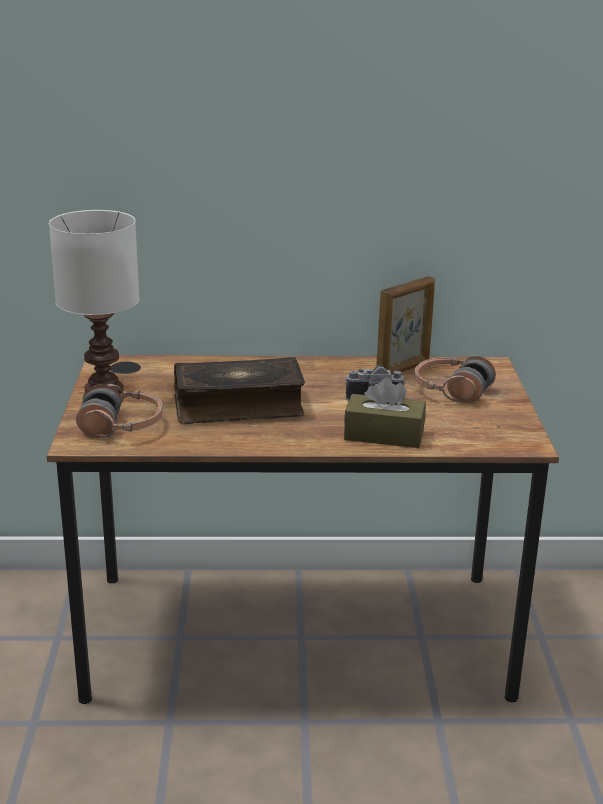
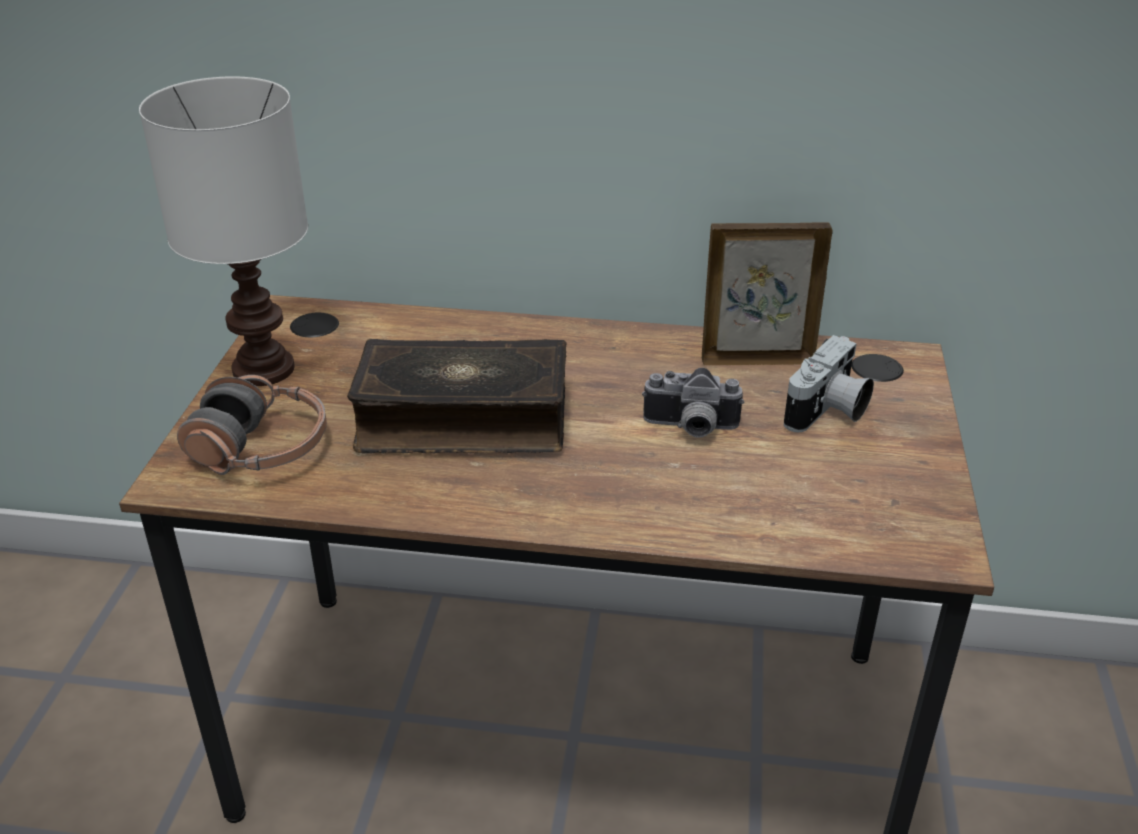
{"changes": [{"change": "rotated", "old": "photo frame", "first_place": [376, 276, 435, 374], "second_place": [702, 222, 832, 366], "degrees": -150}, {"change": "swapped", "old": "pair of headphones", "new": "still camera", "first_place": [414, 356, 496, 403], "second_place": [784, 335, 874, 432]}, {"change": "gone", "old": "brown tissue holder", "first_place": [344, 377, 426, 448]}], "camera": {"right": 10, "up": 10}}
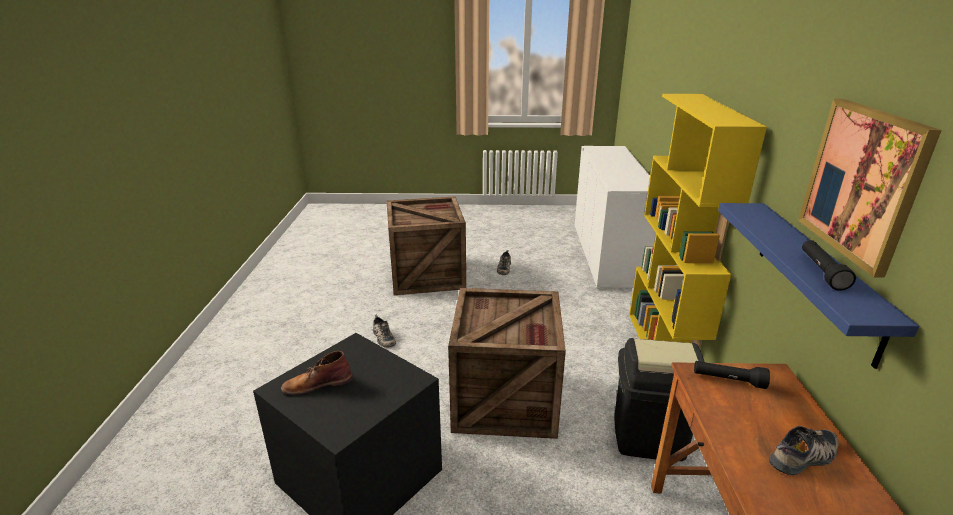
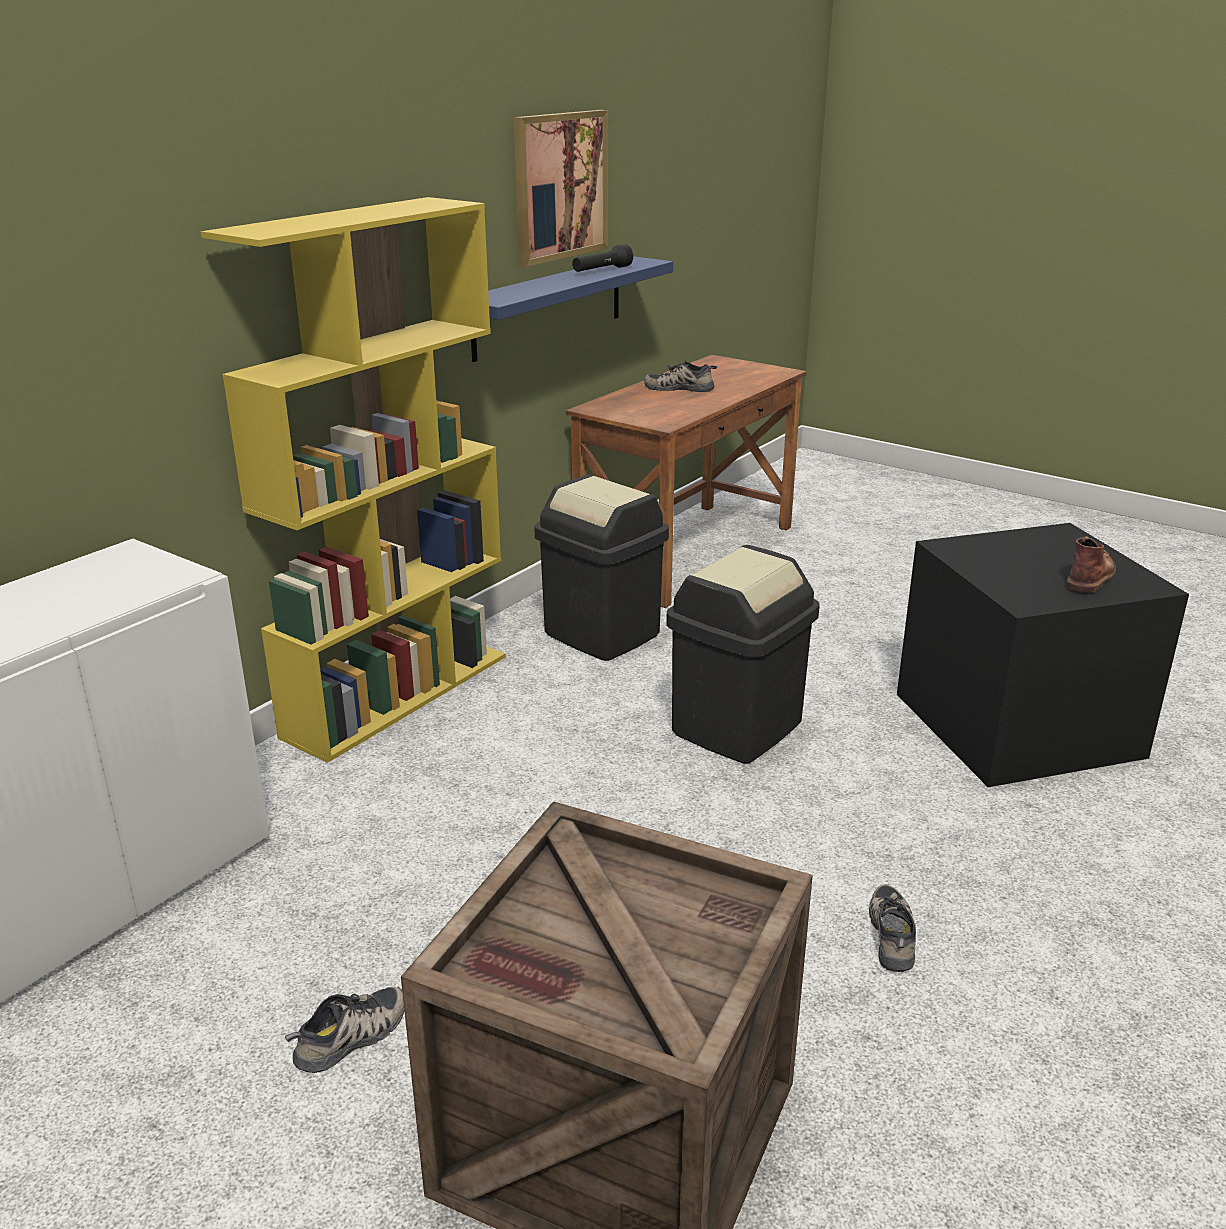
{"changes": [{"change": "swapped", "old": "shipping crate", "new": "black-coloured waste bin", "first_place": [448, 288, 566, 439], "second_place": [666, 545, 820, 764]}, {"change": "rotated", "old": "brown boot", "first_place": [281, 351, 353, 395], "second_place": [1066, 536, 1116, 593], "degrees": -75}, {"change": "gone", "old": "black-coloured torch", "first_place": [694, 361, 770, 389]}], "camera": {"right": -145, "up": 0}}
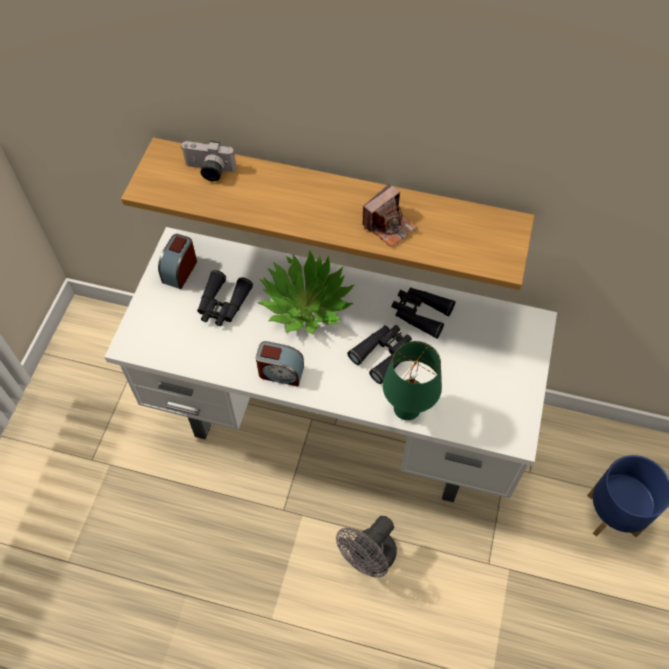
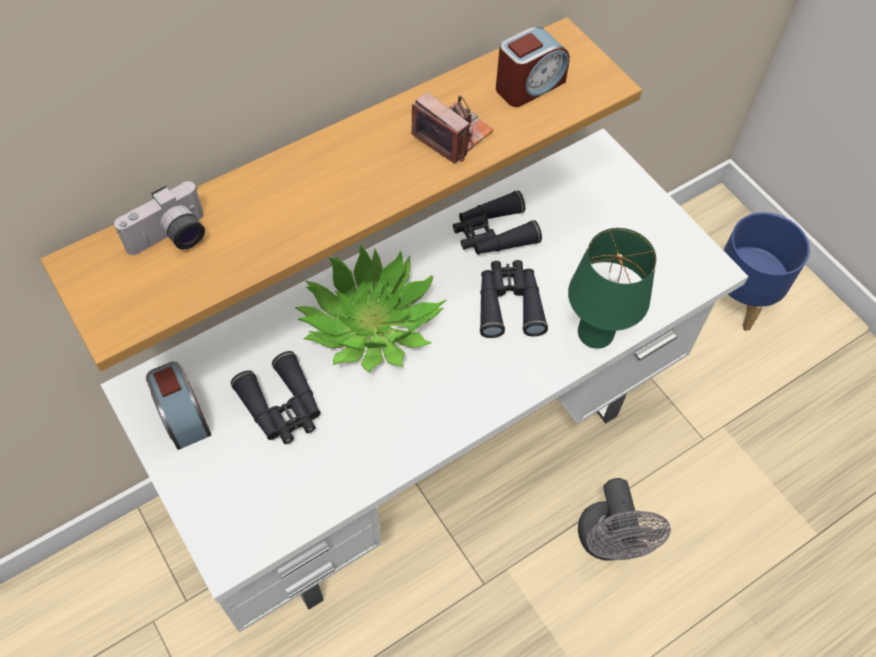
{"changes": [{"change": "rotated", "old": "still camera", "first_place": [362, 184, 417, 248], "second_place": [411, 92, 494, 163], "degrees": -45}, {"change": "shifted", "old": "alarm clock", "first_place": [256, 341, 304, 386], "second_place": [496, 27, 570, 107]}], "camera": {"right": -50, "up": 0}}
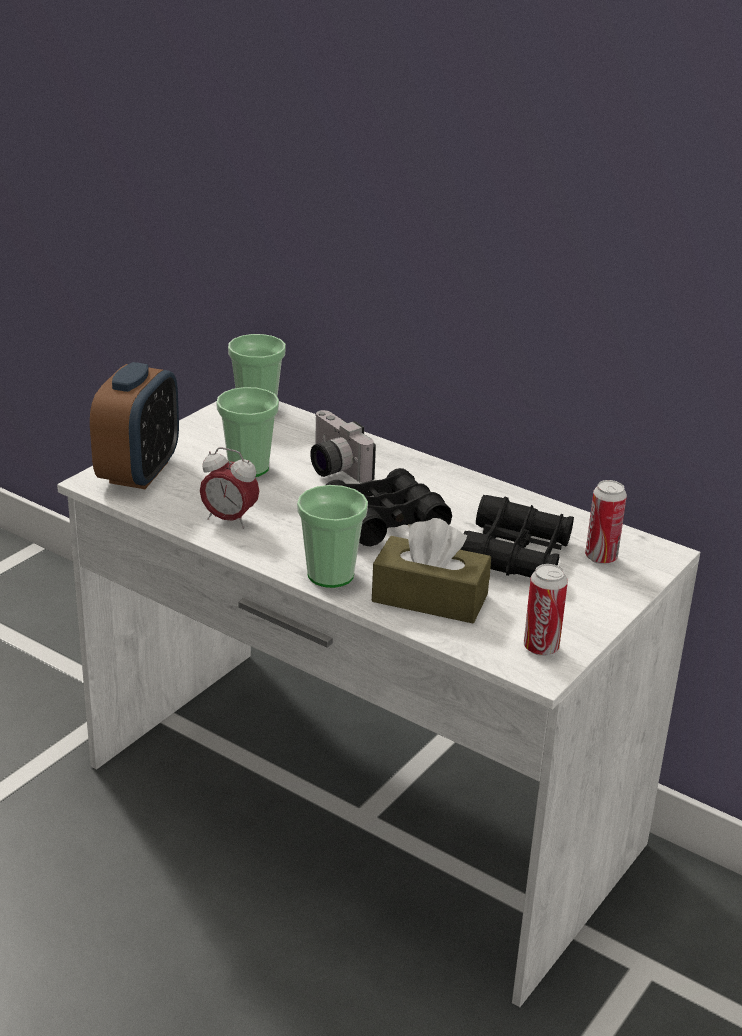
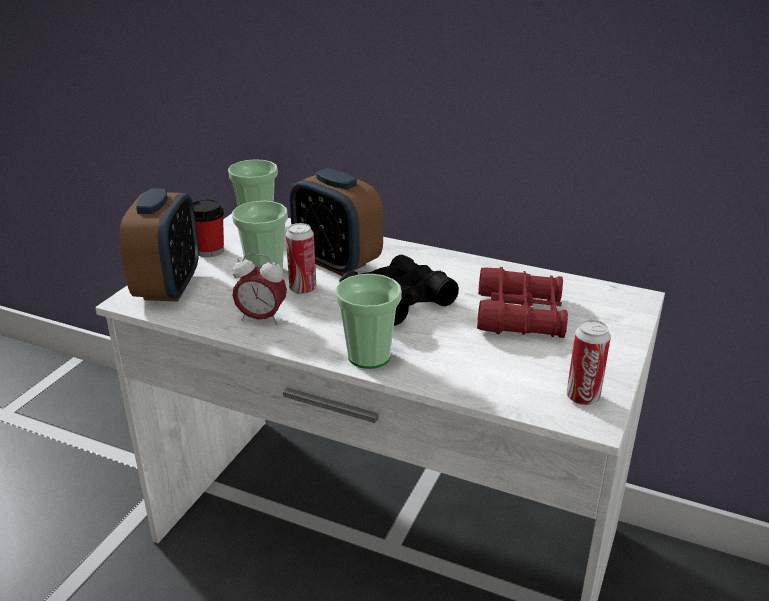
{"changes": [{"change": "new", "new": "drinking cup", "second_place": [193, 199, 224, 257]}, {"change": "shifted", "old": "sealed can", "first_place": [585, 480, 627, 564], "second_place": [286, 223, 316, 294]}, {"change": "swapped", "old": "still camera", "new": "alarm clock", "first_place": [310, 410, 376, 483], "second_place": [290, 168, 383, 276]}, {"change": "repainted", "old": "black-coloured pair of binoculars", "new": "red pair of binoculars", "first_place": [460, 495, 574, 578], "second_place": [477, 267, 568, 338]}, {"change": "gone", "old": "brown tissue holder", "first_place": [372, 518, 491, 623]}], "camera": {"right": -10, "up": 0}}
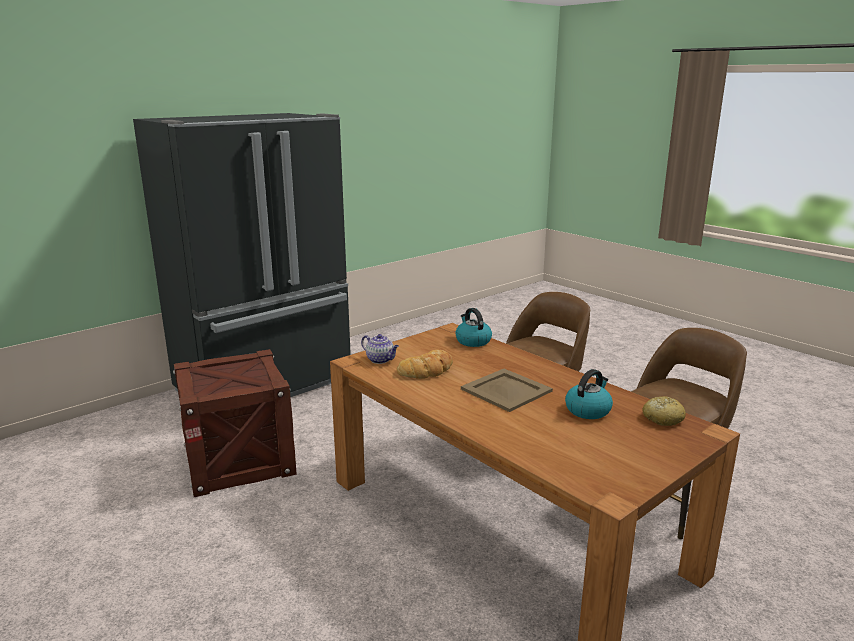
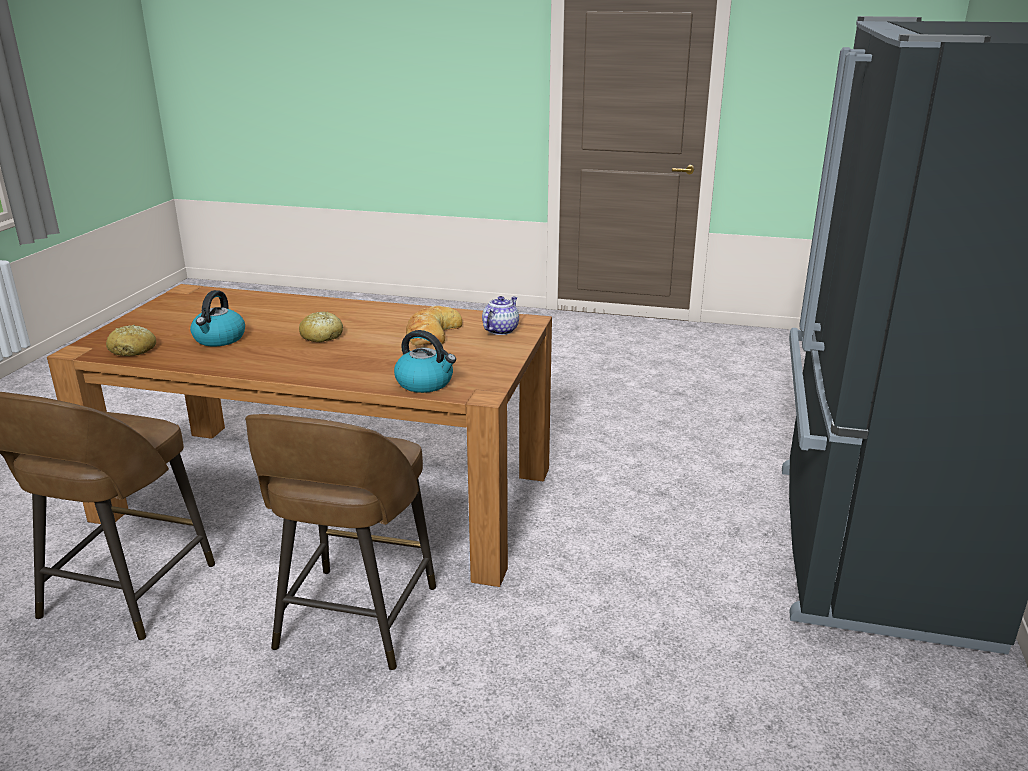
{"changes": [{"change": "swapped", "old": "beige serving tray", "new": "bakery bread", "first_place": [461, 369, 553, 412], "second_place": [299, 312, 343, 342]}, {"change": "rotated", "old": "tea pot", "first_place": [361, 334, 399, 364], "second_place": [482, 296, 519, 335], "degrees": 120}, {"change": "gone", "old": "shipping crate", "first_place": [173, 349, 297, 497]}], "camera": {"right": 145, "up": 5}}
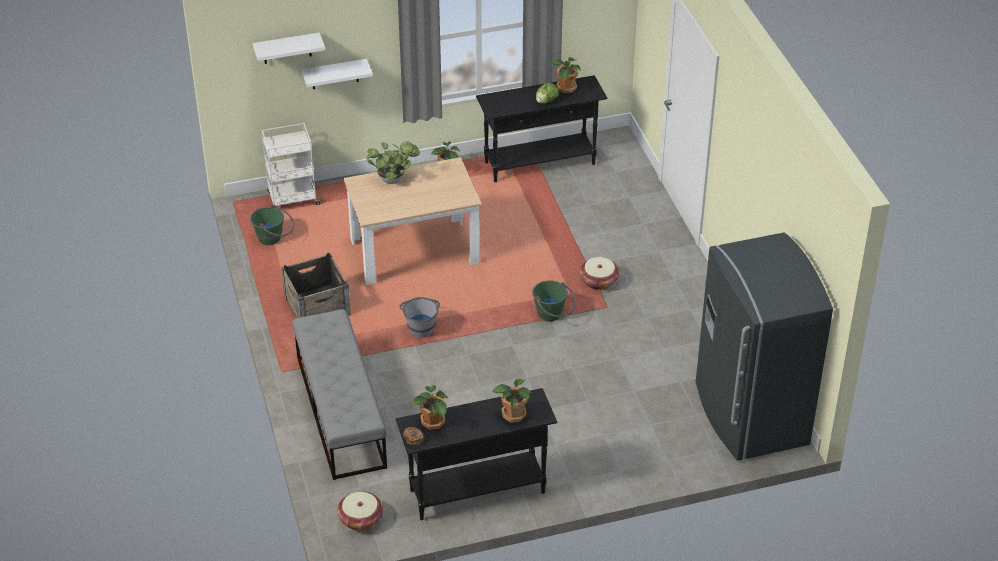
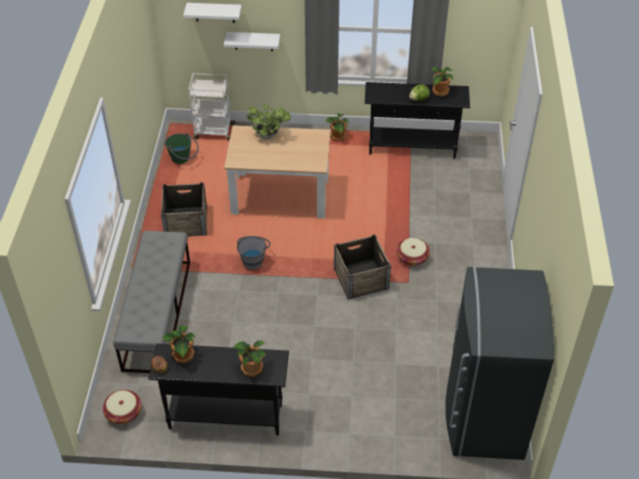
{"changes": [{"change": "swapped", "old": "green-coloured pail", "new": "shipping crate", "first_place": [532, 280, 576, 322], "second_place": [334, 234, 391, 300]}], "camera": {"right": 20, "up": 5}}
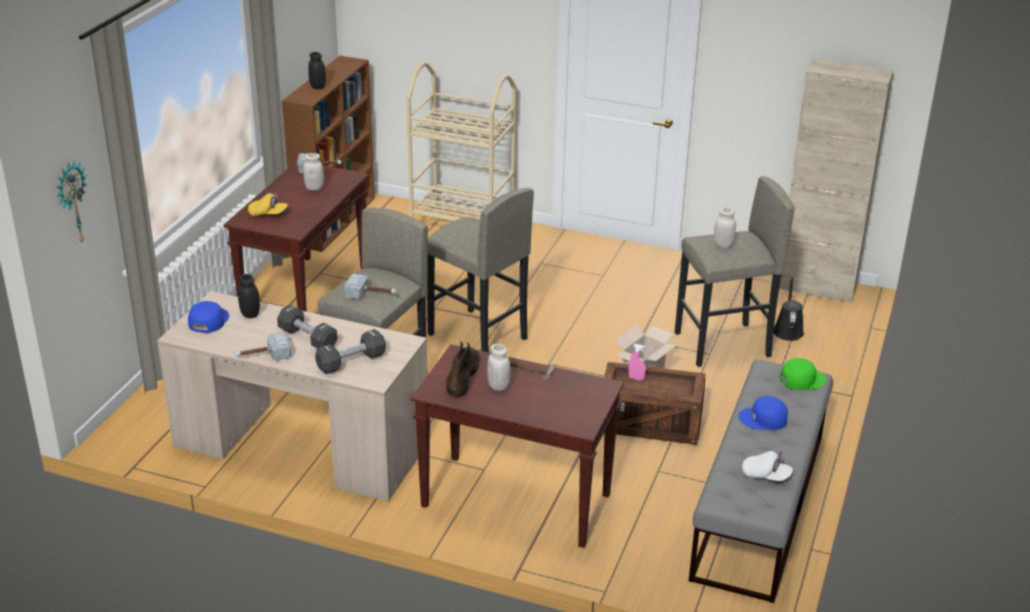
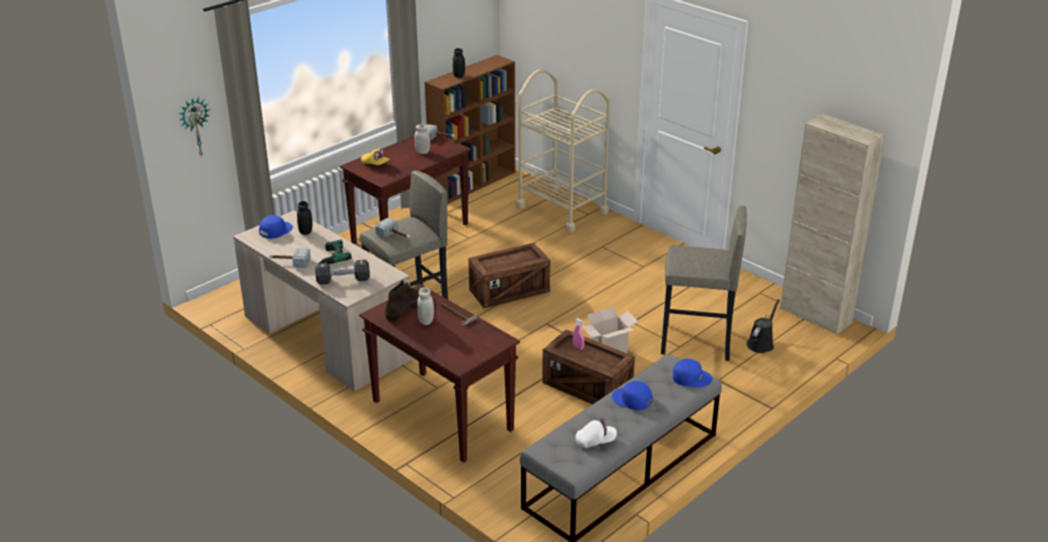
{"changes": [{"change": "swapped", "old": "black-coloured dumbbell", "new": "electric drill", "first_place": [277, 305, 338, 349], "second_place": [315, 240, 351, 264]}, {"change": "swapped", "old": "greyish sitting stool", "new": "shipping crate", "first_place": [427, 188, 534, 352], "second_place": [468, 243, 550, 308]}, {"change": "rotated", "old": "whitish peaked cap", "first_place": [742, 451, 793, 481], "second_place": [575, 418, 617, 448], "degrees": -60}, {"change": "repainted", "old": "green-coloured peaked cap", "new": "bluish peaked cap", "first_place": [780, 358, 826, 390], "second_place": [673, 359, 712, 388]}, {"change": "gone", "old": "whitish storage jar", "first_place": [714, 208, 736, 248]}], "camera": {"right": 25, "up": 0}}
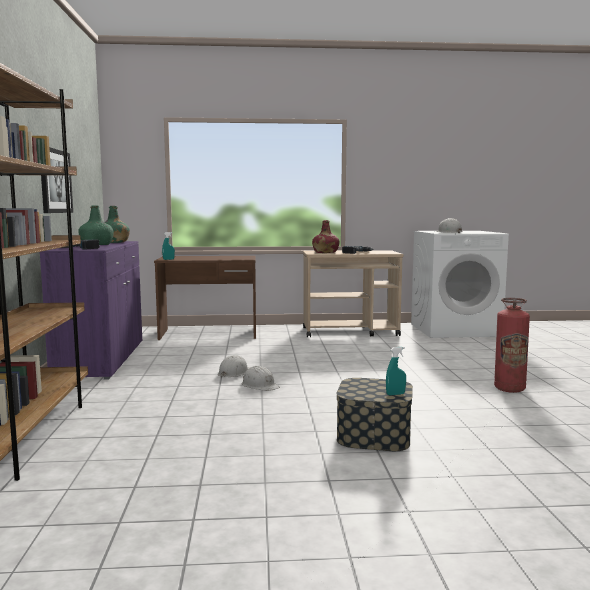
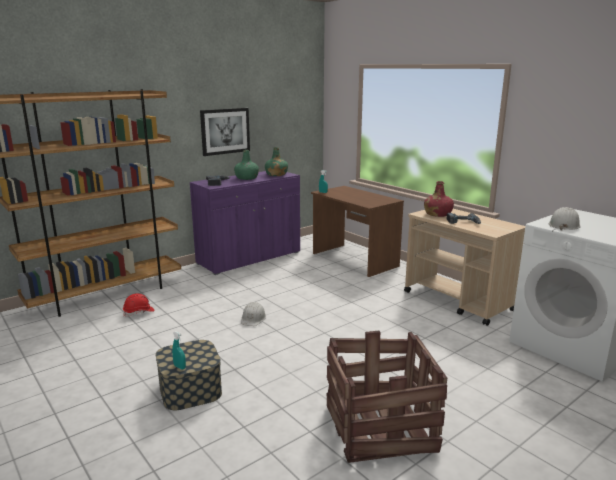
{"changes": [{"change": "new", "new": "red hard hat", "second_place": [123, 293, 155, 317]}, {"change": "swapped", "old": "fire-fighting cylinder", "new": "shipping crate", "first_place": [494, 298, 530, 393], "second_place": [327, 331, 447, 463]}, {"change": "gone", "old": "whitish hard hat", "first_place": [218, 355, 249, 378]}], "camera": {"right": 55, "up": 10}}
